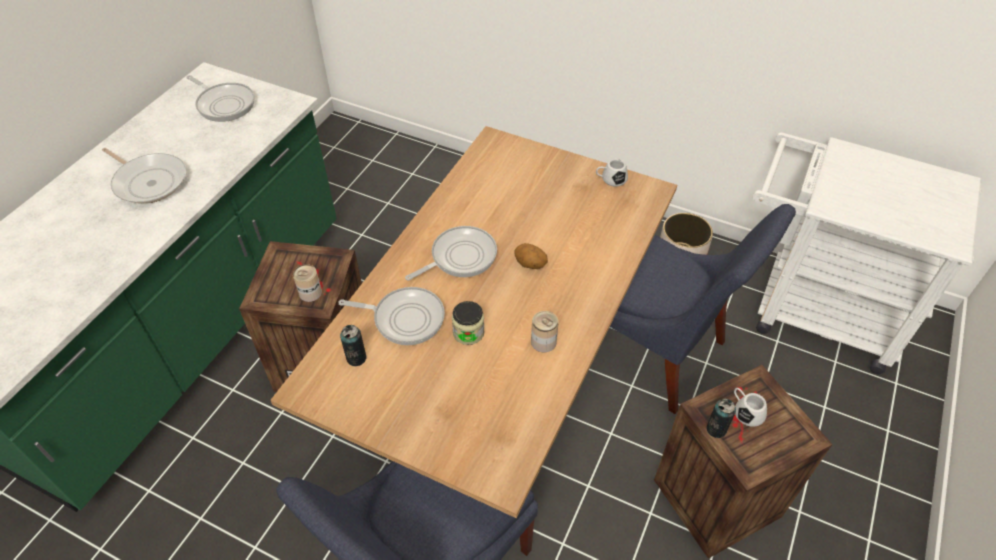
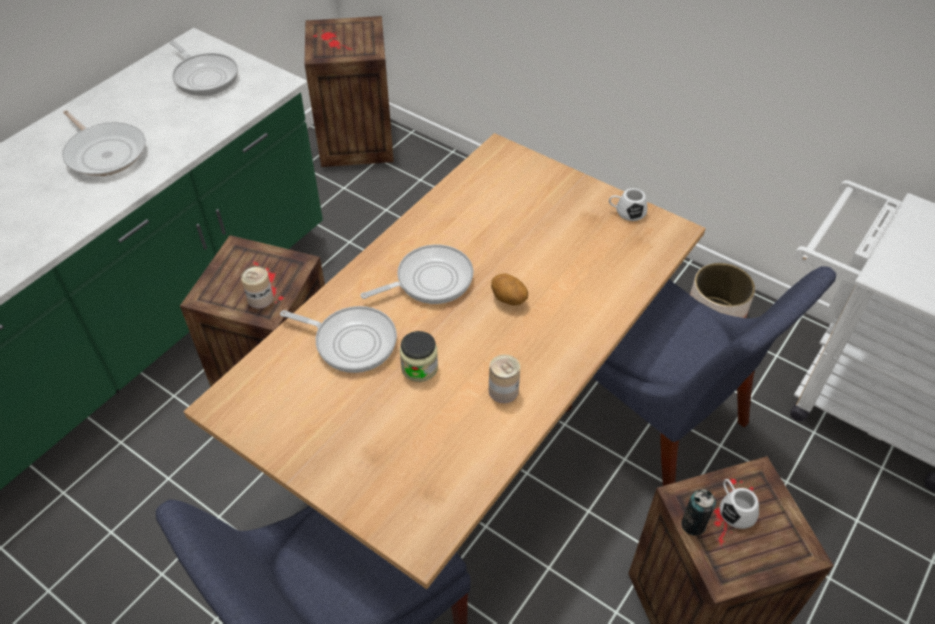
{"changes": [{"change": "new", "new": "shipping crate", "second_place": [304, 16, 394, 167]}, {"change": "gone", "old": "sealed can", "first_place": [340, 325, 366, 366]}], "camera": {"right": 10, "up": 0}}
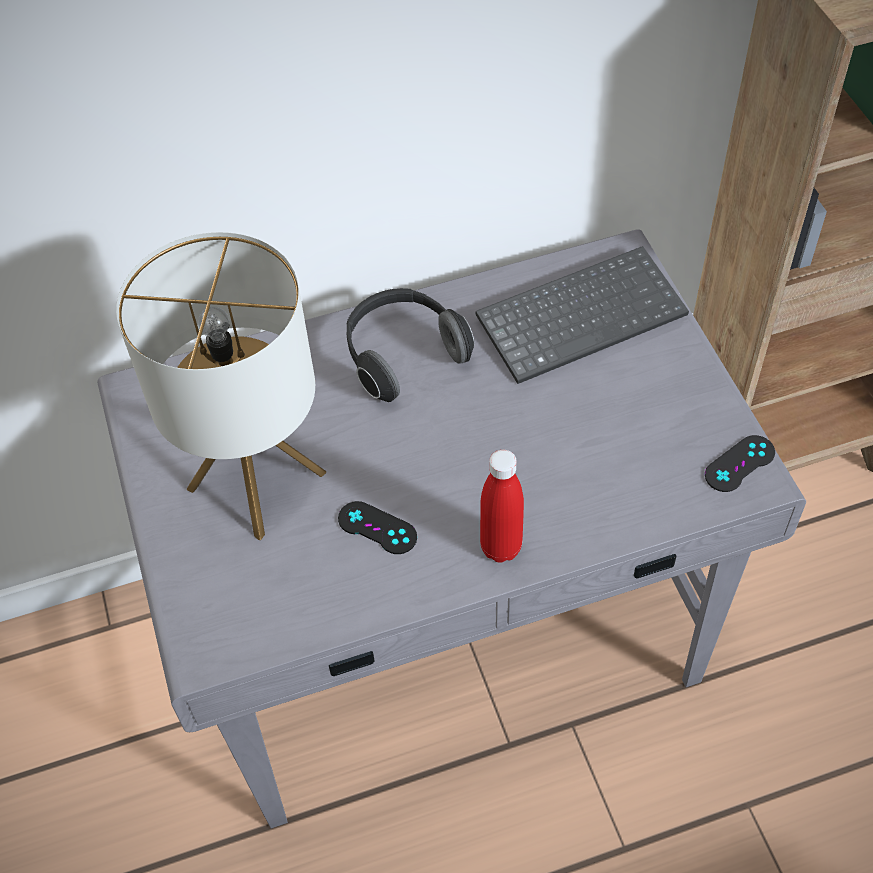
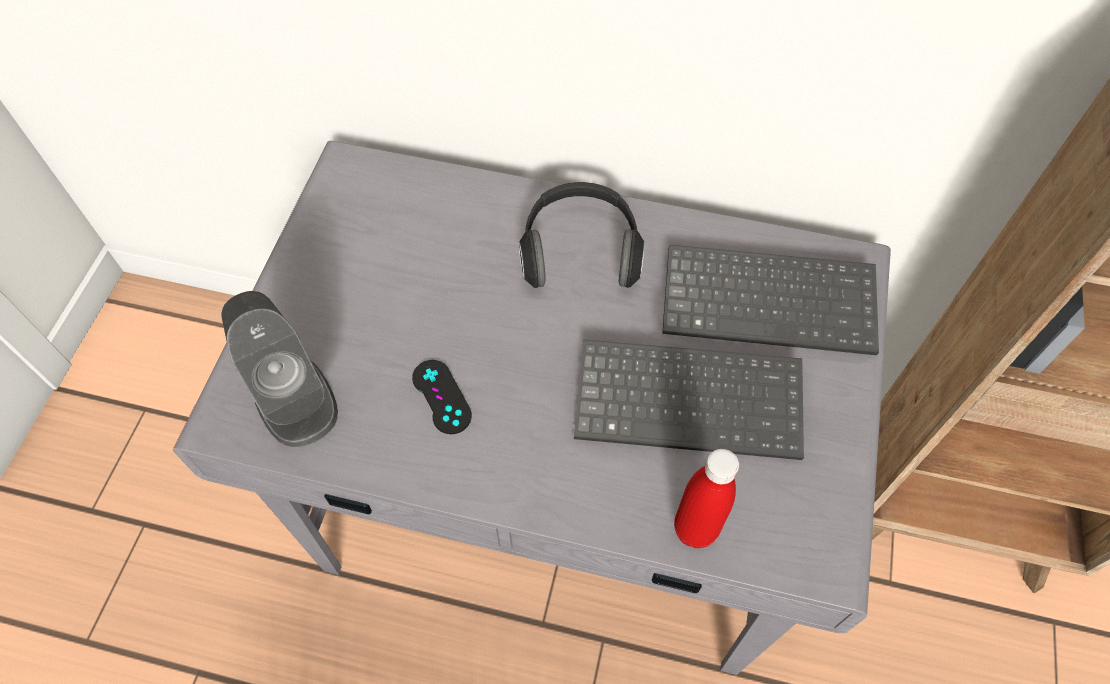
{"changes": [{"change": "new", "new": "greyish loudspeaker", "second_place": [222, 291, 338, 448]}, {"change": "new", "new": "keyboard", "second_place": [574, 339, 804, 460]}, {"change": "shifted", "old": "red beverage bottle", "first_place": [480, 450, 524, 563], "second_place": [674, 449, 739, 548]}, {"change": "gone", "old": "table lamp", "first_place": [116, 232, 326, 540]}, {"change": "gone", "old": "black-coloured game controller", "first_place": [705, 435, 775, 492]}], "camera": {"right": 30, "up": 5}}
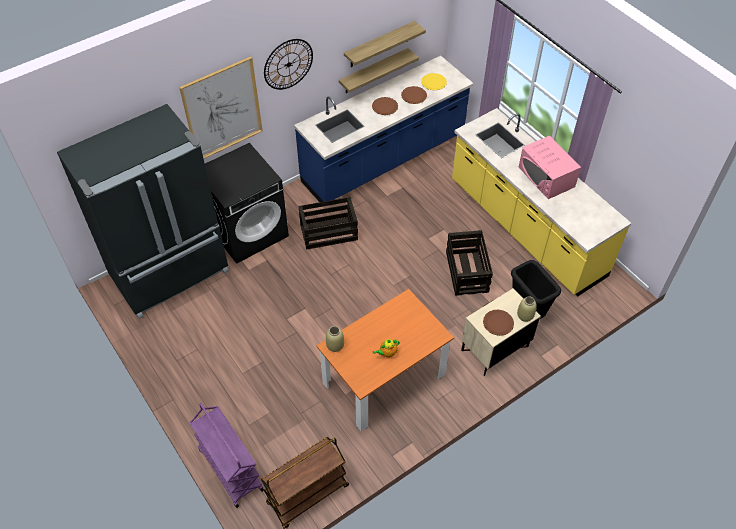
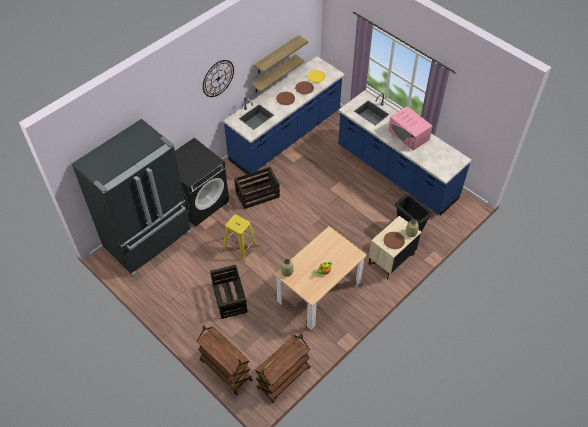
{"changes": [{"change": "repainted", "old": "purple-coloured wheeled cart", "new": "brown wheeled cart", "first_place": [190, 403, 264, 508], "second_place": [196, 325, 253, 395]}, {"change": "shifted", "old": "shipping crate", "first_place": [446, 230, 493, 296], "second_place": [210, 265, 247, 319]}, {"change": "new", "new": "yellowish sitting stool", "second_place": [223, 214, 258, 262]}, {"change": "repainted", "old": "orange dinner table", "new": "beige dinner table", "first_place": [316, 289, 454, 431], "second_place": [274, 226, 367, 330]}, {"change": "repainted", "old": "yellowish kitchen counter", "new": "bluish kitchen counter", "first_place": [452, 108, 631, 297], "second_place": [338, 90, 472, 215]}, {"change": "gone", "old": "wall art", "first_place": [179, 56, 263, 159]}], "camera": {"right": -10, "up": 0}}
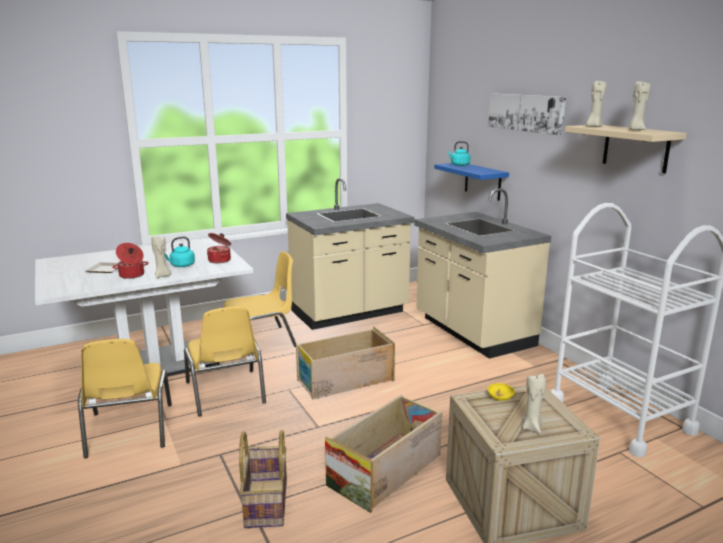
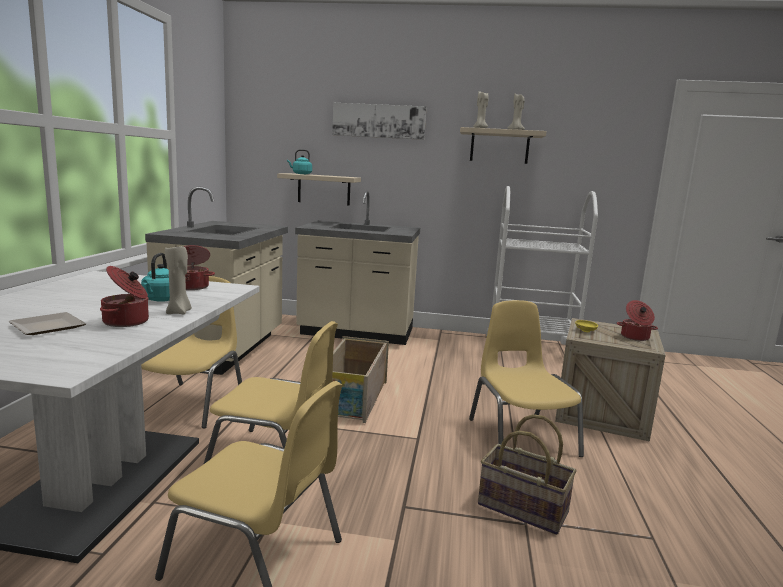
{"changes": [{"change": "repainted", "old": "bluish wall shelf", "new": "beige wall shelf", "first_place": [434, 163, 509, 201], "second_place": [277, 173, 361, 206]}, {"change": "swapped", "old": "shipping crate", "new": "yellowish plain chair", "first_place": [325, 395, 442, 513], "second_place": [469, 300, 584, 457]}, {"change": "swapped", "old": "beige wax light", "new": "stockpot", "first_place": [522, 374, 546, 434], "second_place": [617, 300, 658, 341]}], "camera": {"right": -55, "up": -5}}
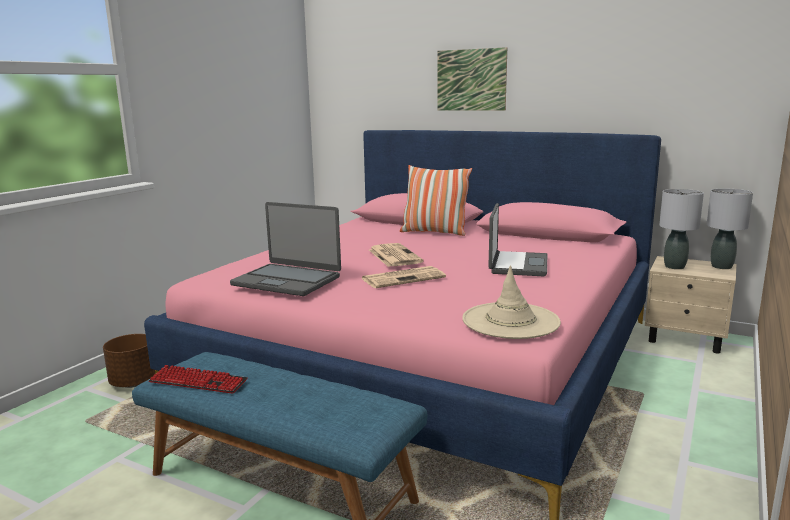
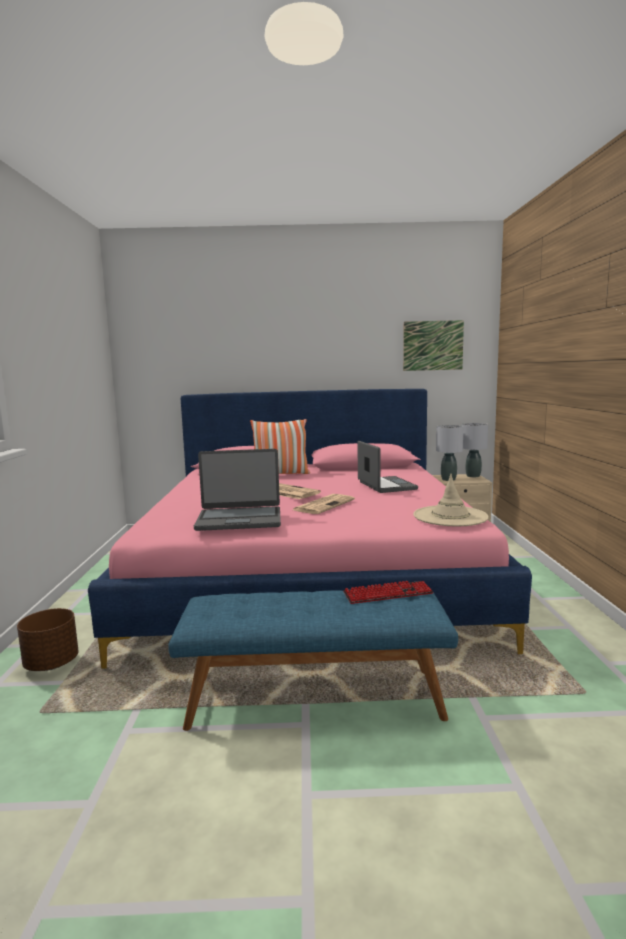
{"changes": [{"change": "shifted", "old": "keyboard", "first_place": [149, 365, 248, 394], "second_place": [344, 581, 434, 604]}, {"change": "shifted", "old": "wall art", "first_place": [437, 47, 507, 111], "second_place": [403, 320, 464, 371]}], "camera": {"right": -30, "up": -5}}
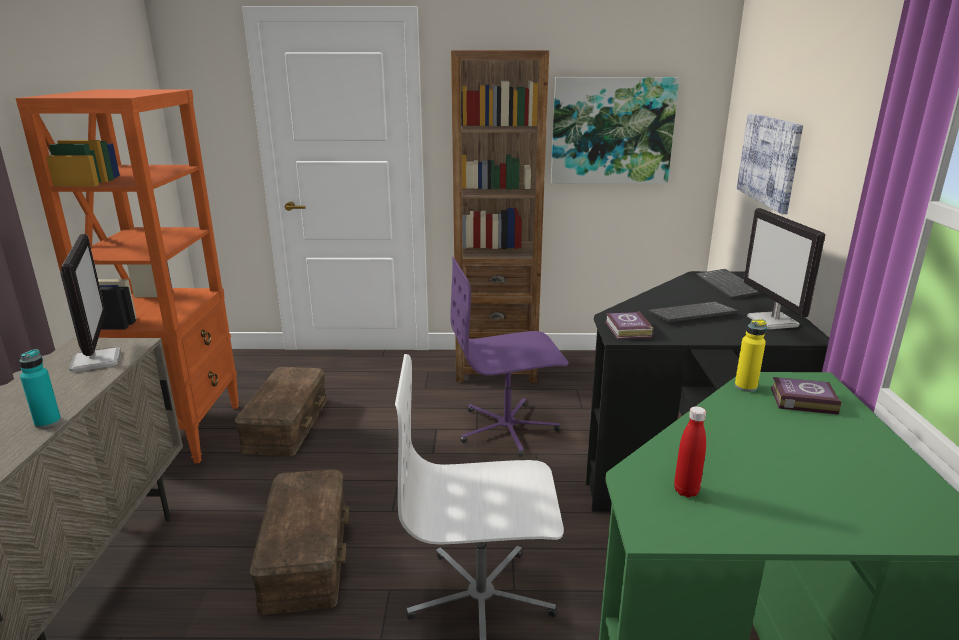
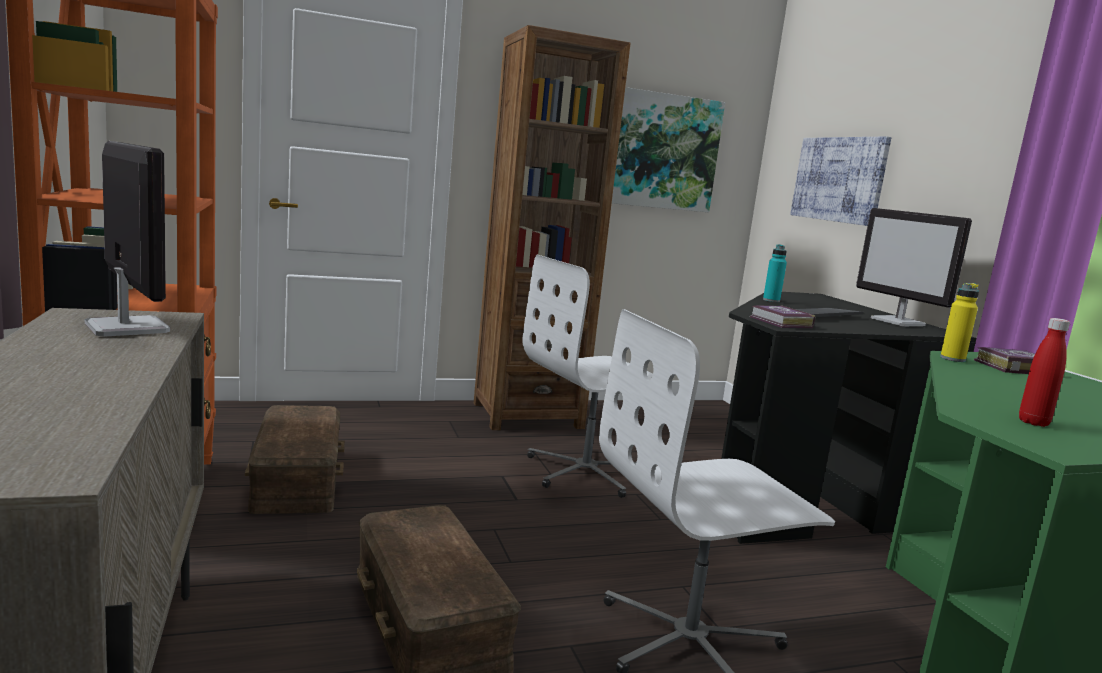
{"changes": [{"change": "repainted", "old": "purple-coloured desk chair", "new": "whitish desk chair", "first_place": [451, 257, 568, 457], "second_place": [523, 255, 653, 498]}, {"change": "shifted", "old": "blue-green beverage bottle", "first_place": [20, 349, 61, 428], "second_place": [763, 244, 787, 302]}, {"change": "gone", "old": "keyboard", "first_place": [695, 269, 762, 299]}], "camera": {"right": -20, "up": -10}}
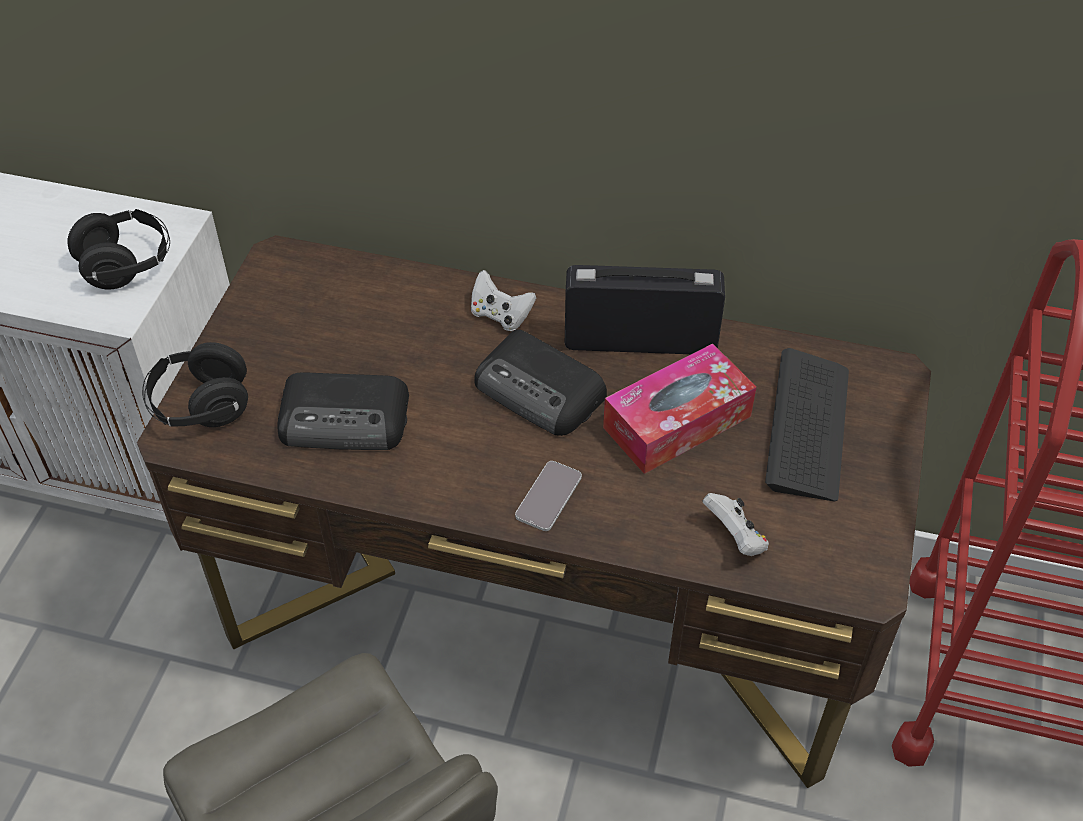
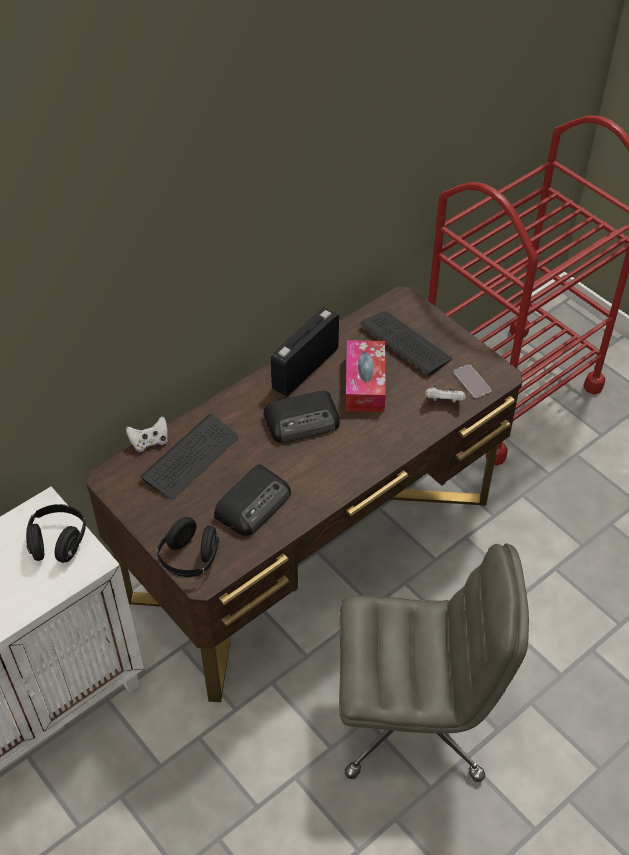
{"changes": [{"change": "shifted", "old": "whitish game controller", "first_place": [471, 270, 536, 331], "second_place": [126, 416, 168, 452]}, {"change": "new", "new": "keyboard", "second_place": [140, 414, 238, 500]}, {"change": "shifted", "old": "phone", "first_place": [515, 461, 582, 531], "second_place": [454, 364, 491, 399]}], "camera": {"right": -55, "up": 0}}
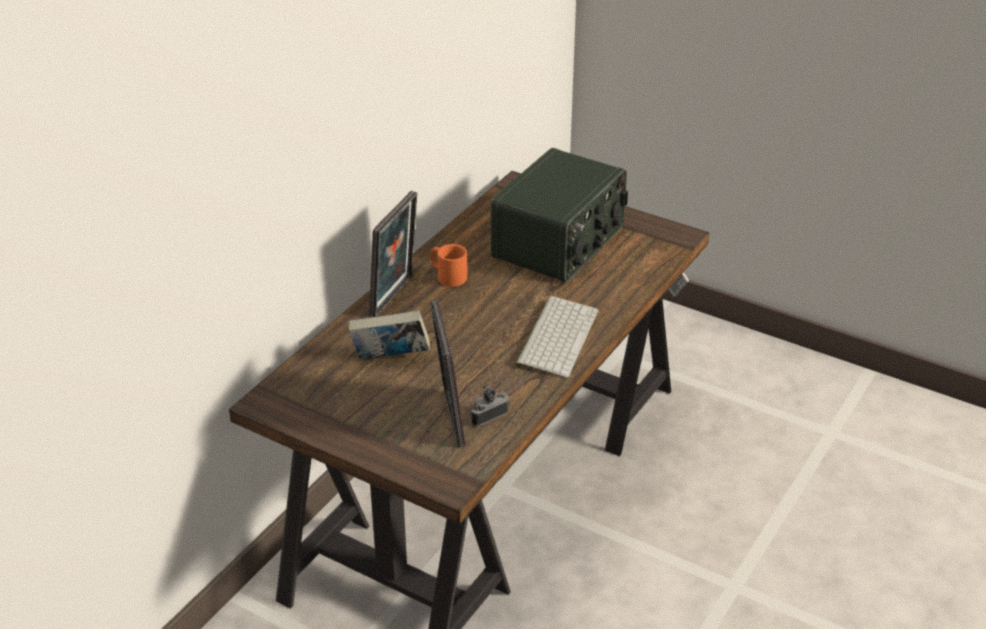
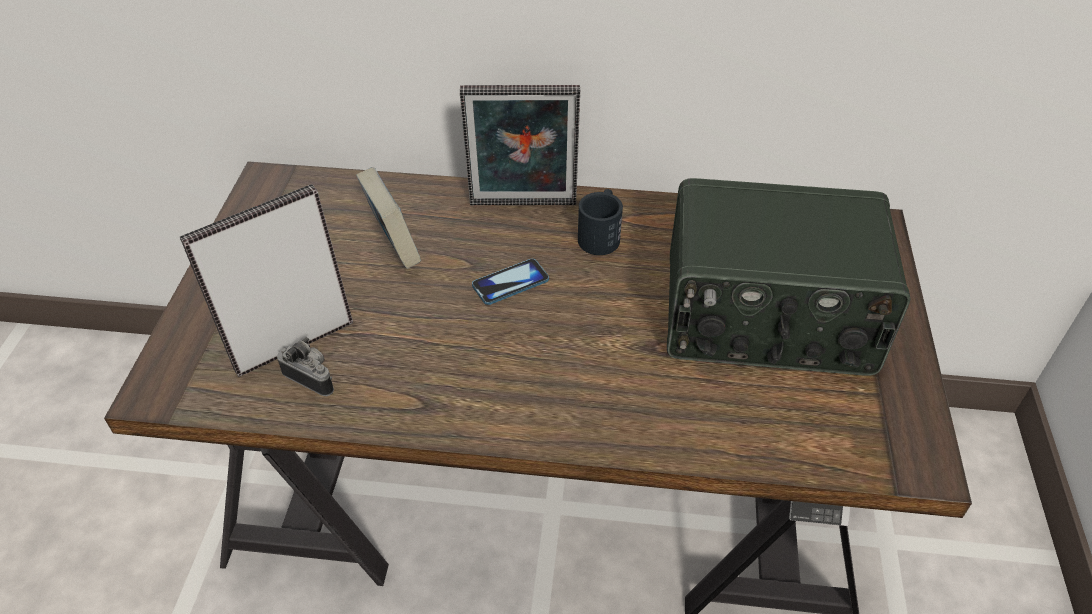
{"changes": [{"change": "new", "new": "phone", "second_place": [472, 259, 549, 305]}, {"change": "repainted", "old": "orange tea mug", "new": "black-coloured tea mug", "first_place": [430, 244, 467, 287], "second_place": [578, 189, 623, 255]}, {"change": "gone", "old": "keyboard", "first_place": [515, 296, 598, 378]}], "camera": {"right": 65, "up": 10}}
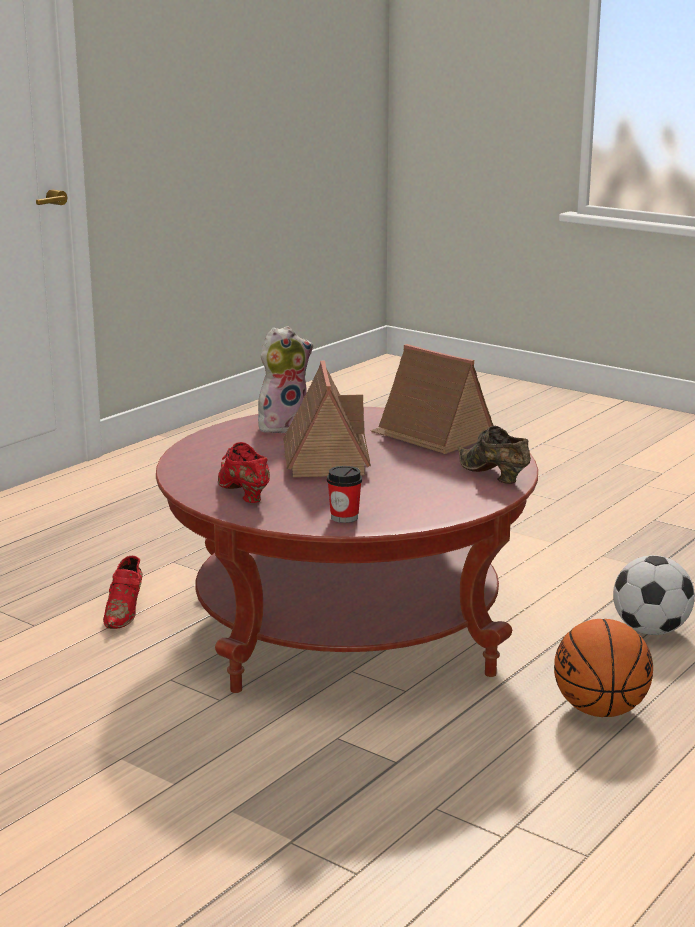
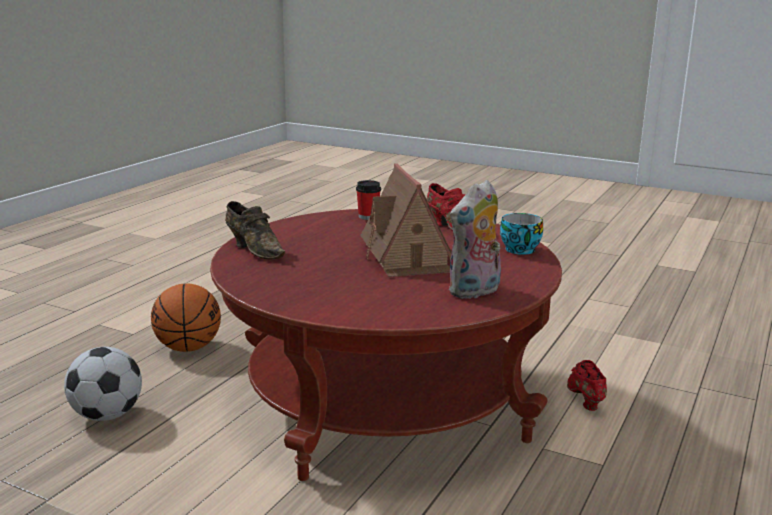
{"changes": [{"change": "new", "new": "drinking cup", "second_place": [500, 213, 543, 255]}, {"change": "gone", "old": "toy house", "first_place": [370, 344, 494, 454]}], "camera": {"right": 170, "up": 0}}
